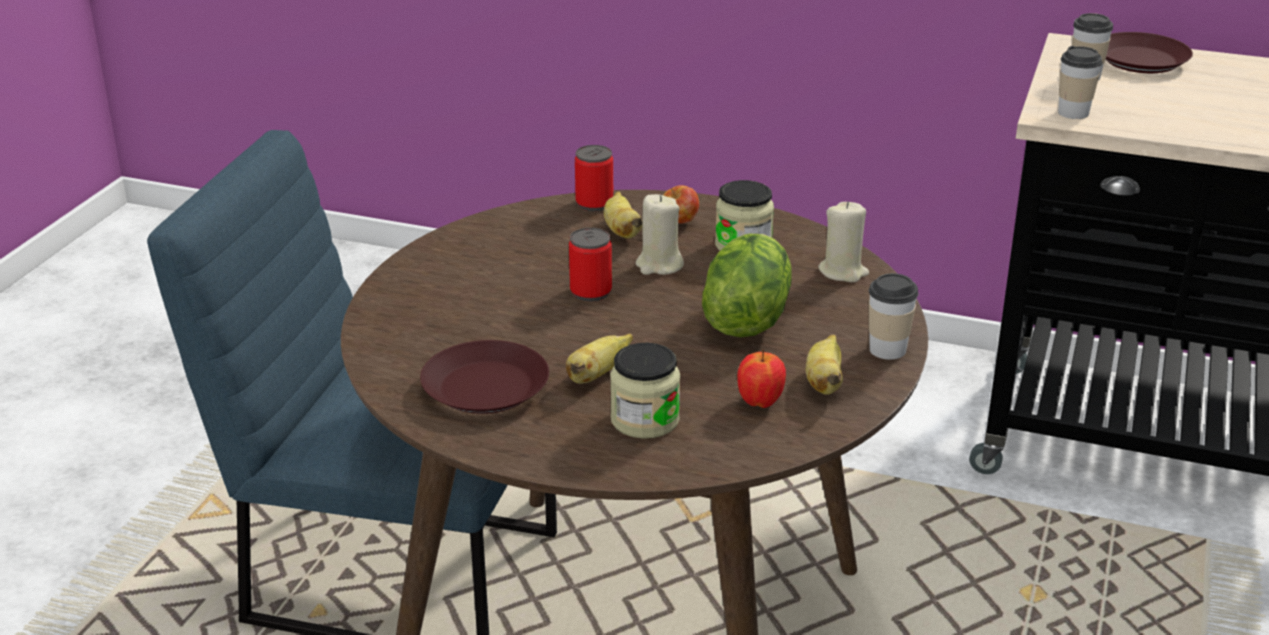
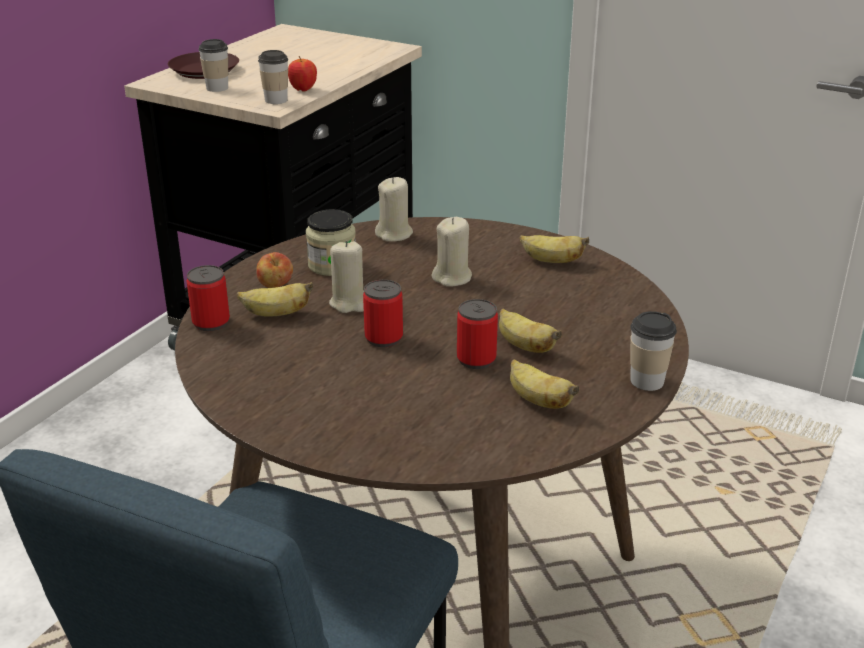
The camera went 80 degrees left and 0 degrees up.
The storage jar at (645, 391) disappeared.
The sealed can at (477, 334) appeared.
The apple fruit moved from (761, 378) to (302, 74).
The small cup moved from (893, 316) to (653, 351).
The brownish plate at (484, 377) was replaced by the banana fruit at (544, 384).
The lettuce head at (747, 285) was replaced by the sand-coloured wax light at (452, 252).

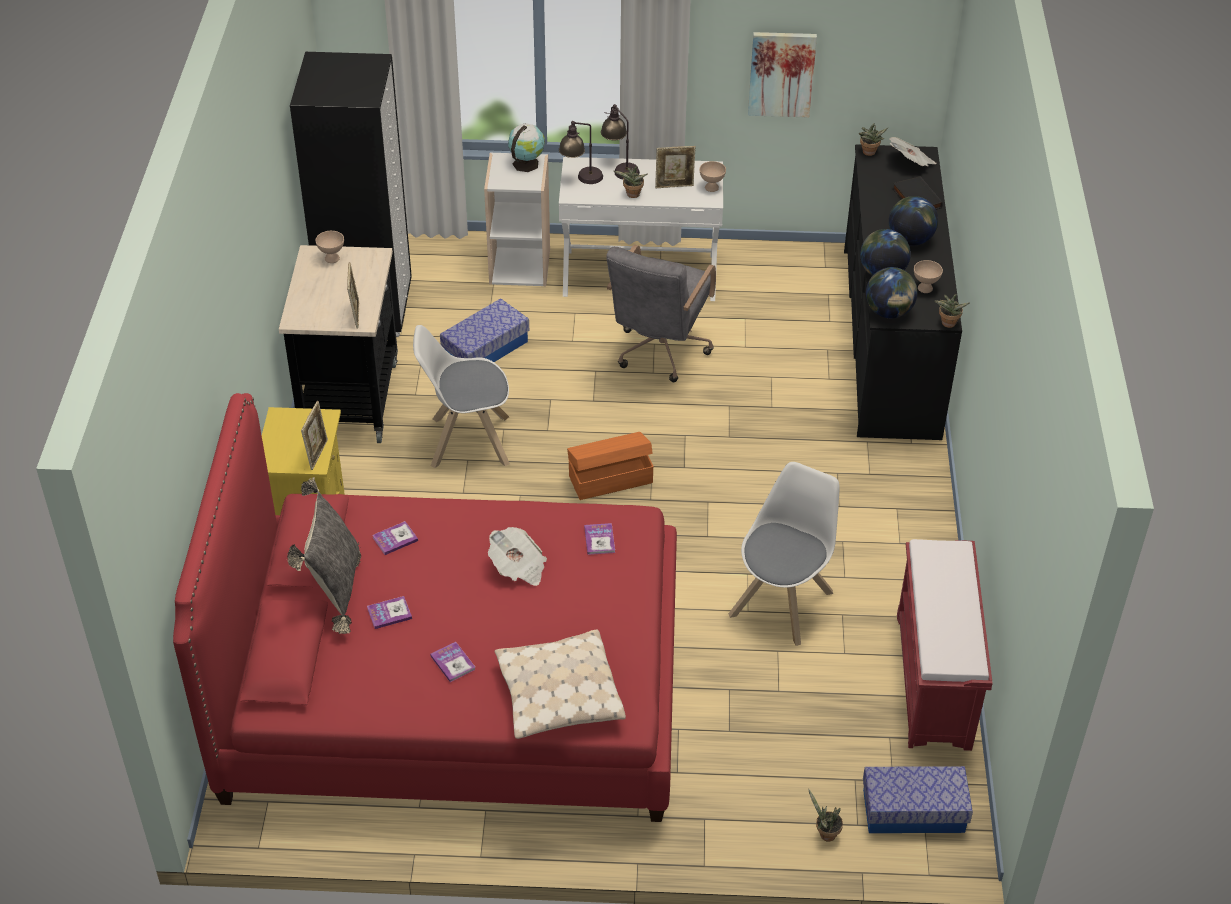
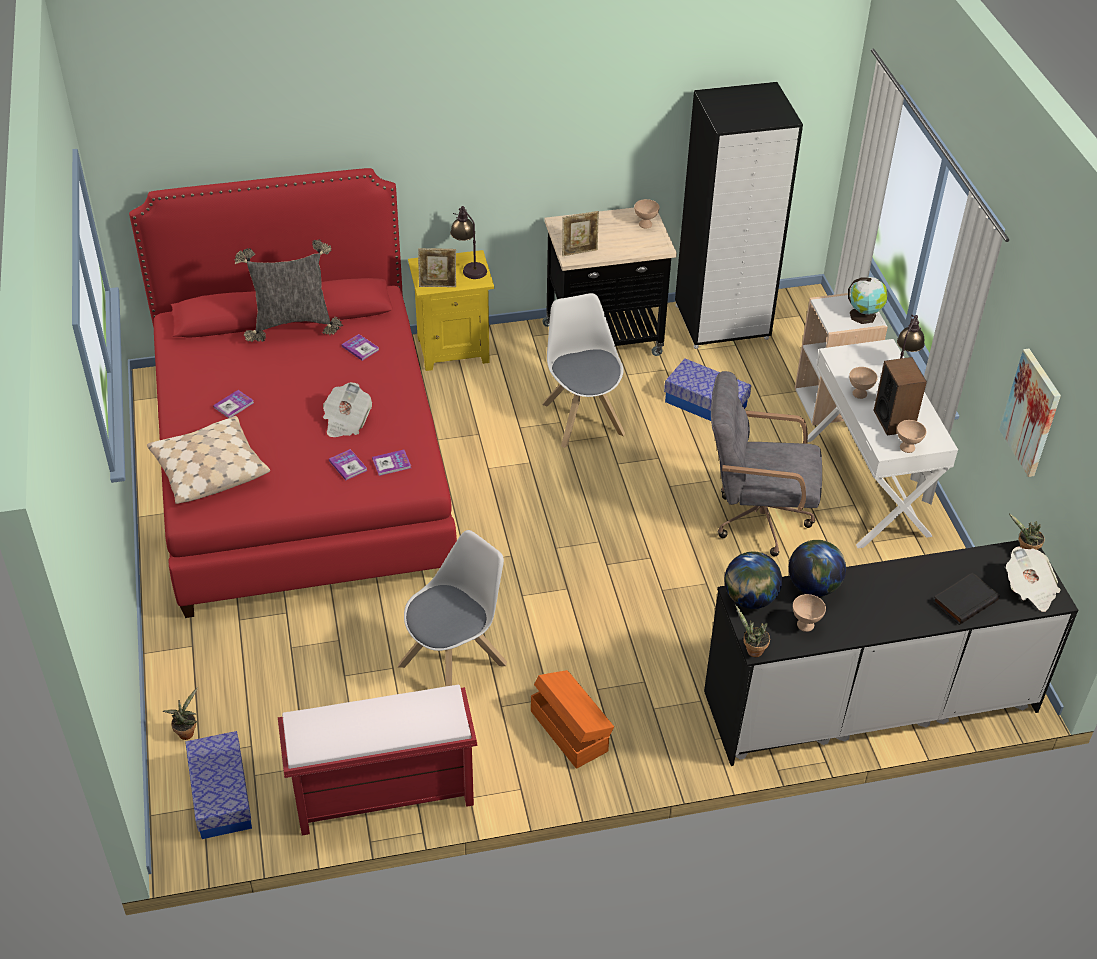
The camera went 75 degrees right and 0 degrees up.
The desk globe at (913, 221) disappeared.
The bound book moved from (389, 612) to (348, 464).
The table lamp moved from (581, 152) to (468, 242).
The orange storage box moved from (610, 466) to (572, 719).
The houseplant at (630, 182) was replaced by the sand-coloured bowl at (863, 383).
The standing frame at (675, 167) was replaced by the loudspeaker at (900, 396).
The upright chair at (784, 554) turned 60 degrees counterclockwise.

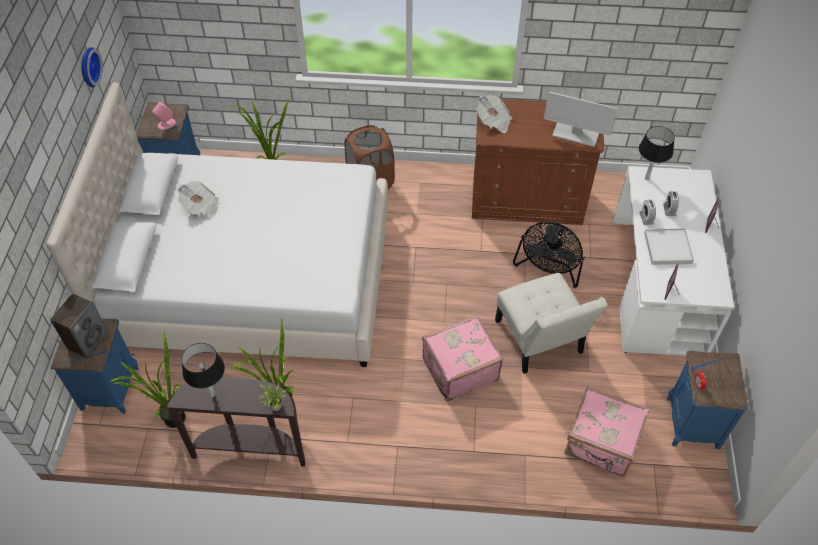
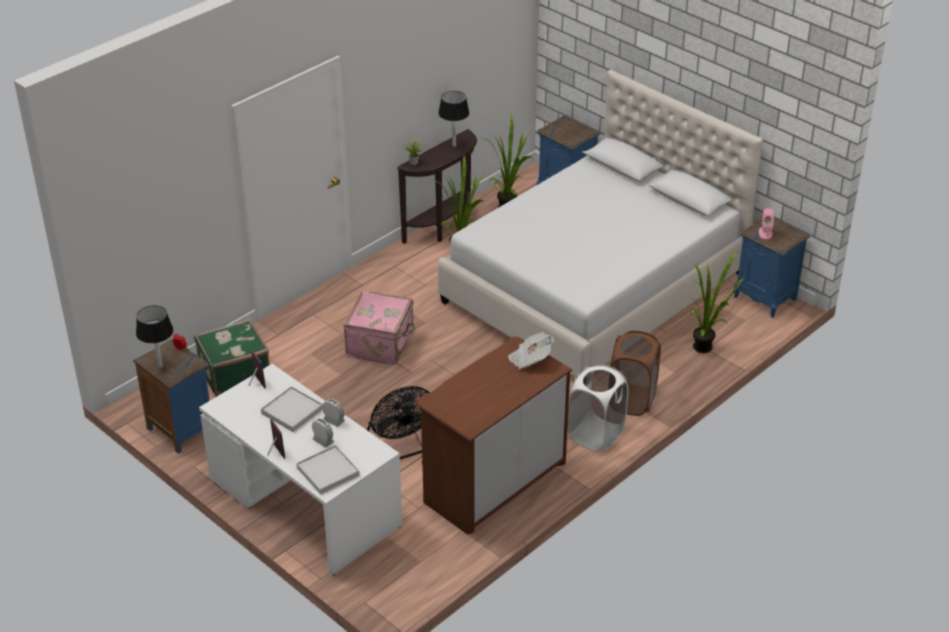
The camera went 130 degrees right and 15 degrees down.
The loudspeaker at (79, 326) disappeared.
The hanging clock at (91, 67) disappeared.
The printed paper at (198, 199) disappeared.
The white upright chair at (551, 323) disappeared.
The computer screen at (580, 119) disappeared.
The white carrying tray at (328, 470) appeared.
The white hamper at (598, 407) appeared.
The black table lamp moved from (657, 153) to (154, 337).
The pinkish piece of luggage at (606, 431) became the greenish piece of luggage at (231, 358).

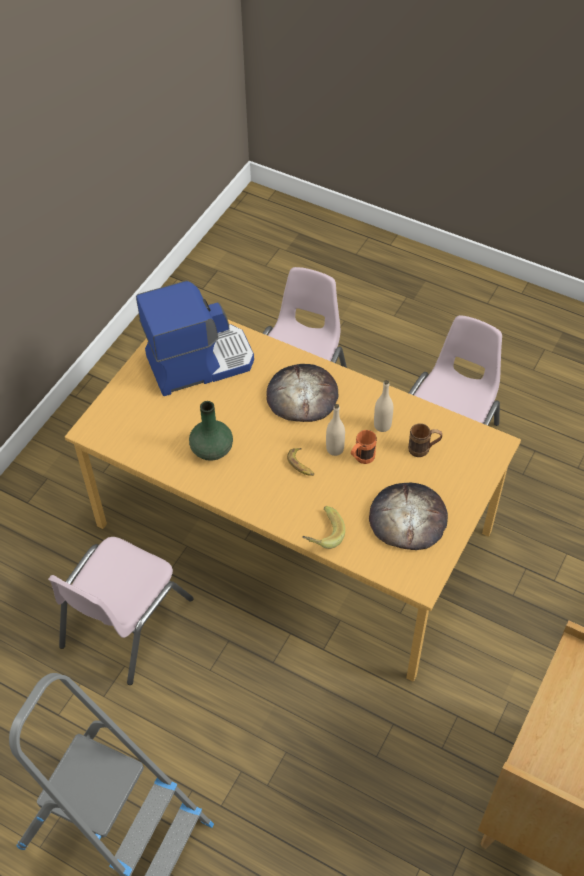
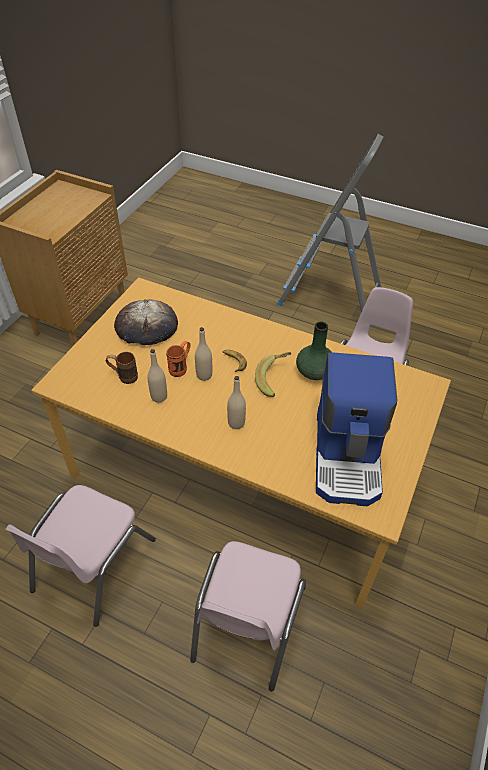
The camera went 175 degrees right and 5 degrees down.
The banana fruit moved from (323, 527) to (273, 374).
The bakery bread at (302, 393) was replaced by the sand-coloured beverage bottle at (236, 402).
The coffee machine at (195, 338) turned 60 degrees counterclockwise.

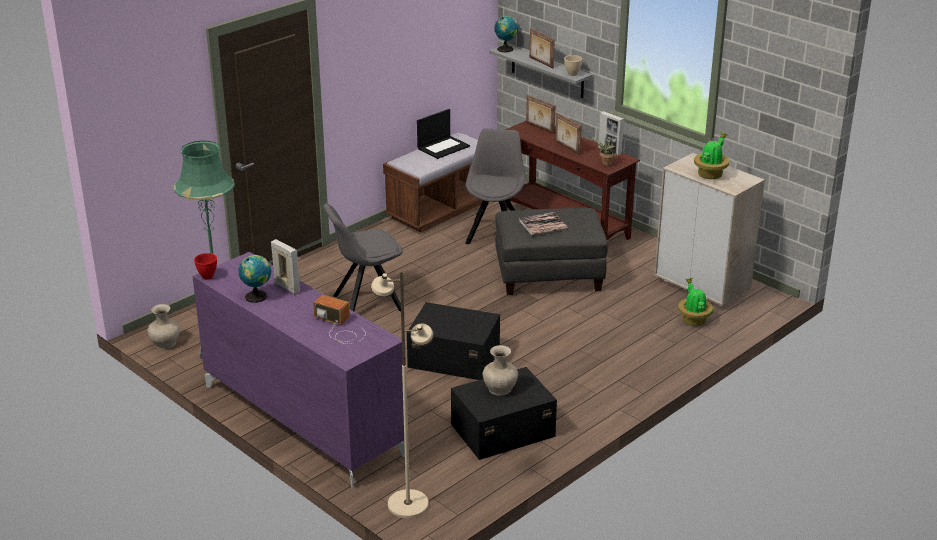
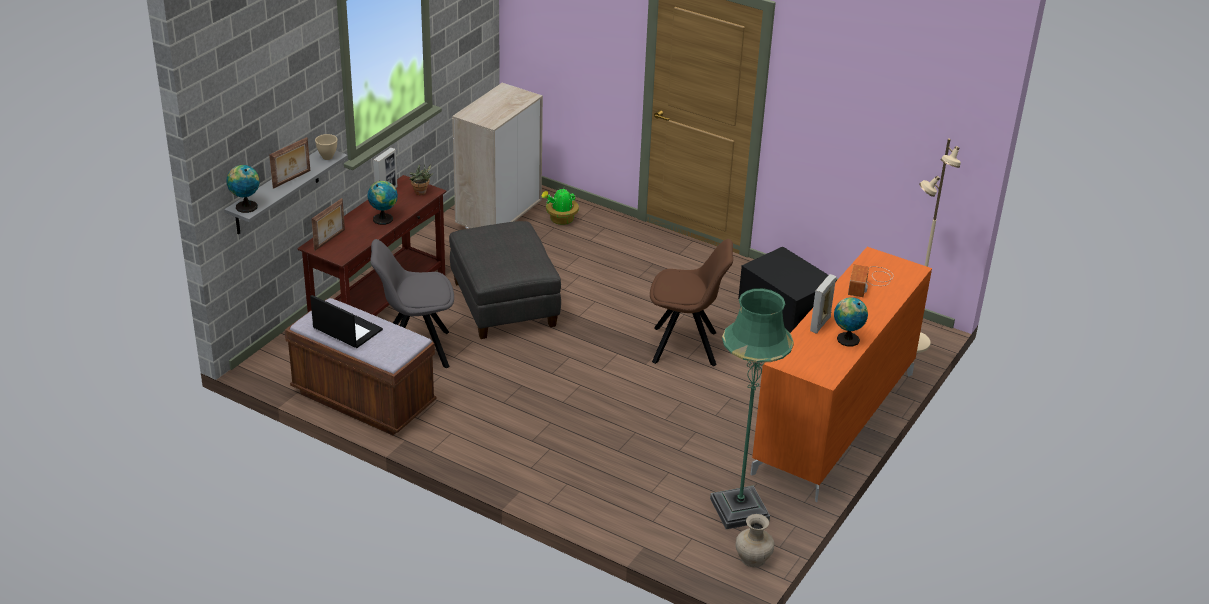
The camera went 105 degrees left and 5 degrees up.
The red bowl at (205, 266) disappeared.
The grey upright chair at (363, 257) disappeared.
The sand-coloured flower vase at (500, 370) disappeared.
The bound book at (543, 223) disappeared.
The houseplant at (711, 155) disappeared.
The black storage box at (453, 341) was replaced by the brownish upright chair at (691, 302).
The standing frame at (568, 134) was replaced by the desk globe at (383, 203).
The purple-coloured chest of drawers at (298, 370) became the orange chest of drawers at (841, 374).

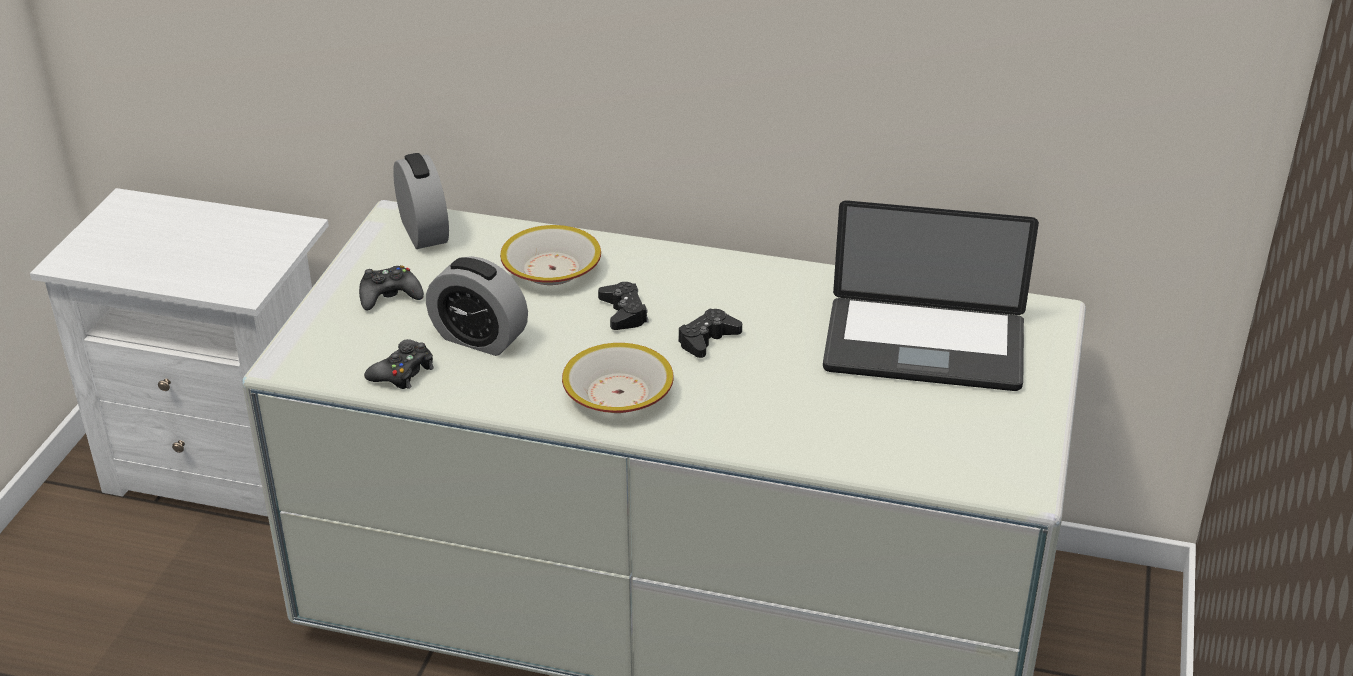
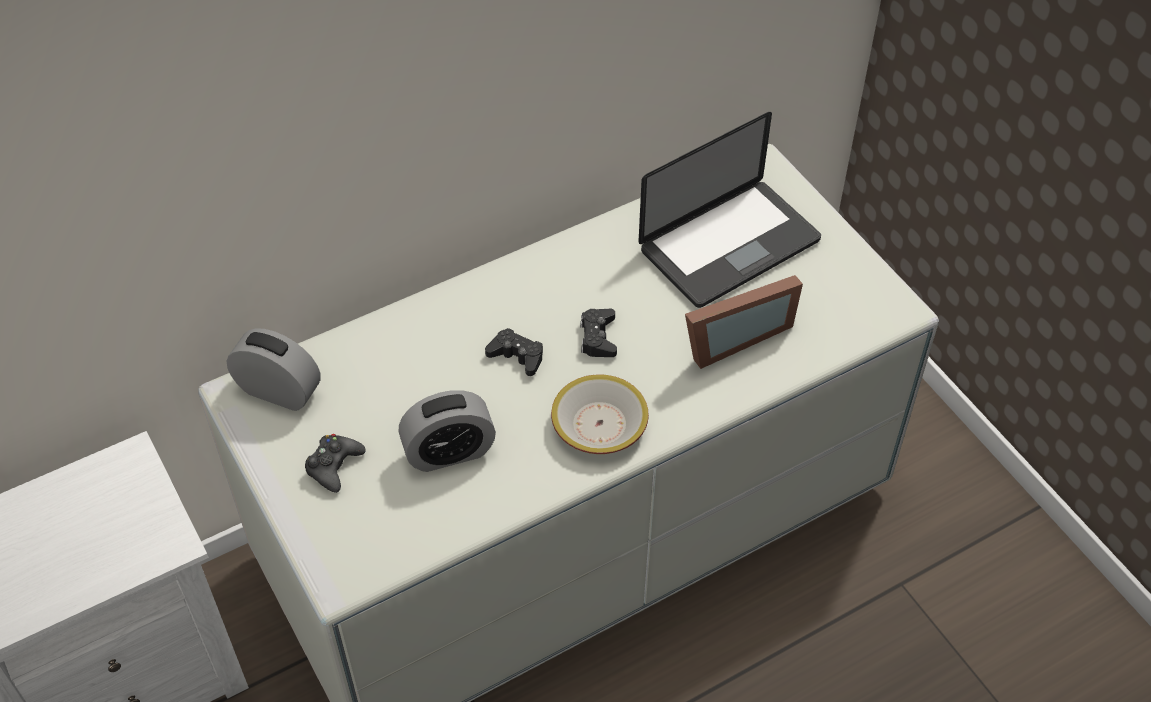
The camera went 45 degrees left and 15 degrees up.
The black joypad at (399, 364) disappeared.
The bowl at (550, 255) disappeared.
The standing frame at (744, 322) appeared.

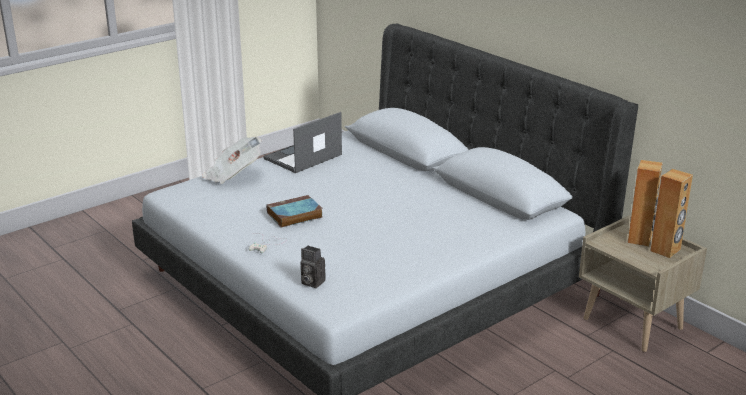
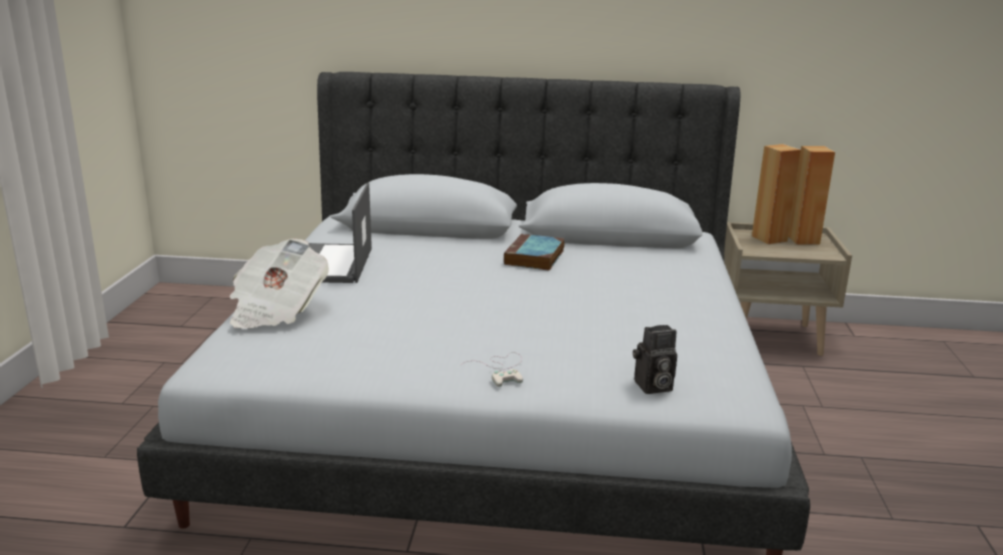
The camera went 45 degrees left and 5 degrees down.
The bound book moved from (295, 211) to (534, 252).

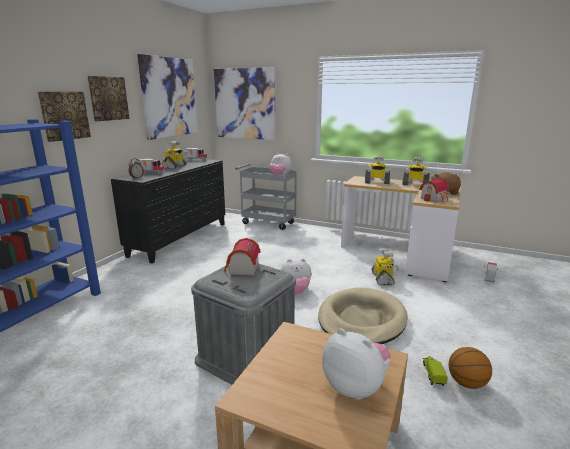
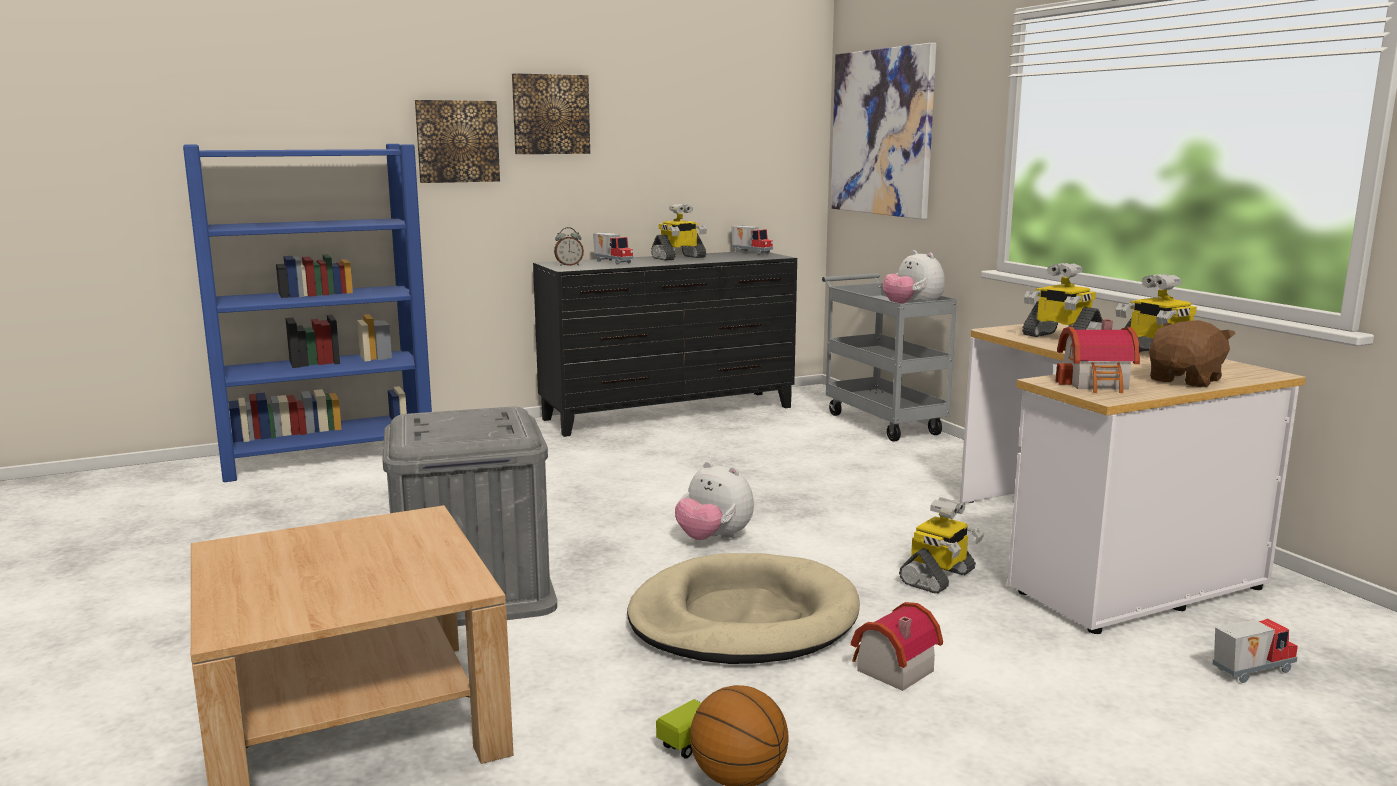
The camera went 40 degrees right and 5 degrees down.
The wall art at (167, 97) disappeared.
The soft toy at (356, 364) disappeared.
The toy house moved from (242, 257) to (897, 646).

